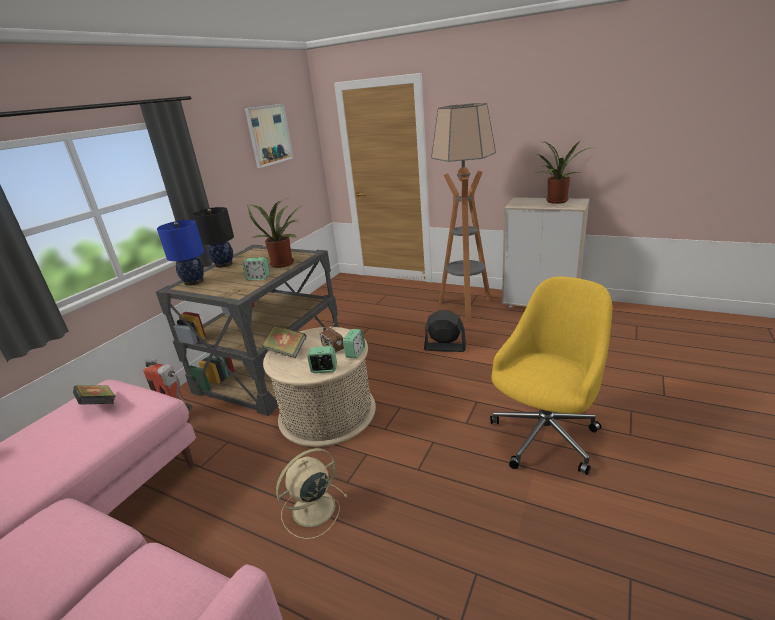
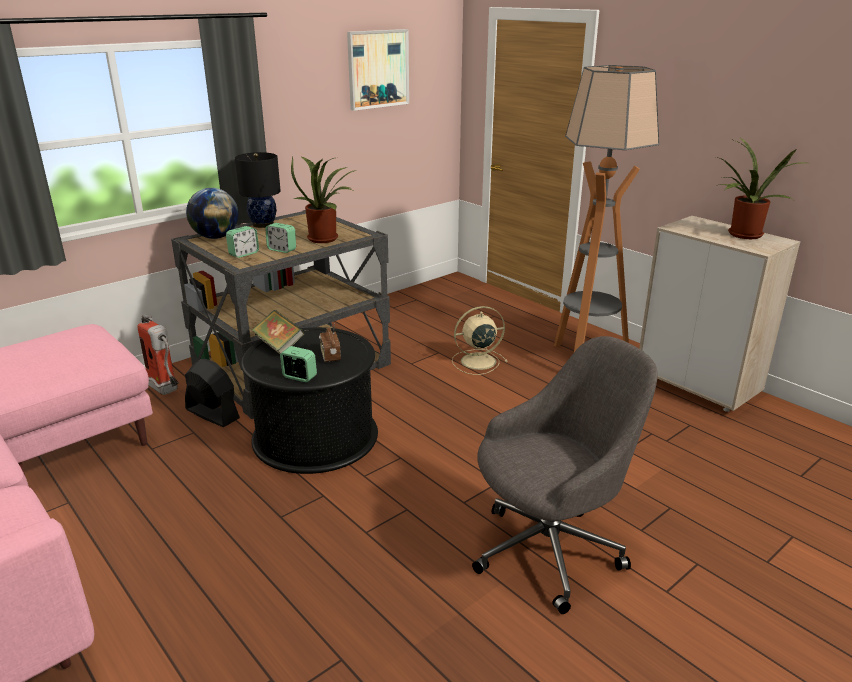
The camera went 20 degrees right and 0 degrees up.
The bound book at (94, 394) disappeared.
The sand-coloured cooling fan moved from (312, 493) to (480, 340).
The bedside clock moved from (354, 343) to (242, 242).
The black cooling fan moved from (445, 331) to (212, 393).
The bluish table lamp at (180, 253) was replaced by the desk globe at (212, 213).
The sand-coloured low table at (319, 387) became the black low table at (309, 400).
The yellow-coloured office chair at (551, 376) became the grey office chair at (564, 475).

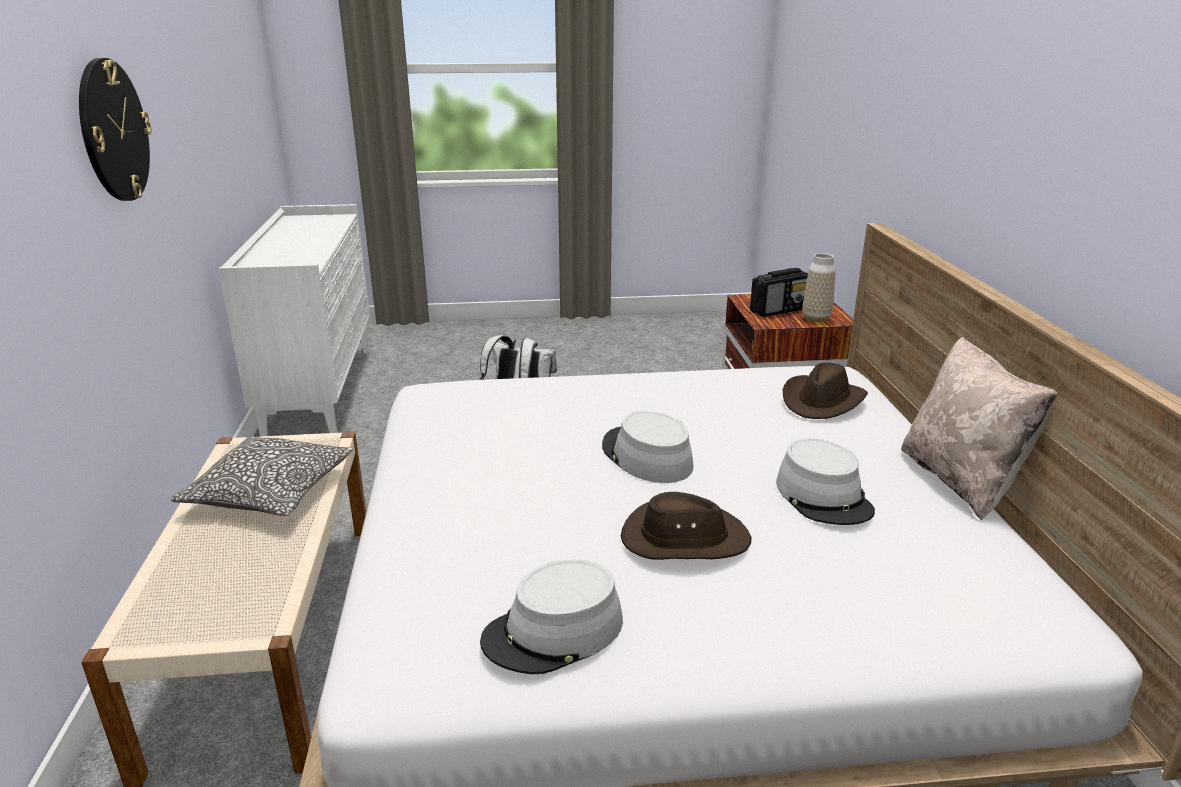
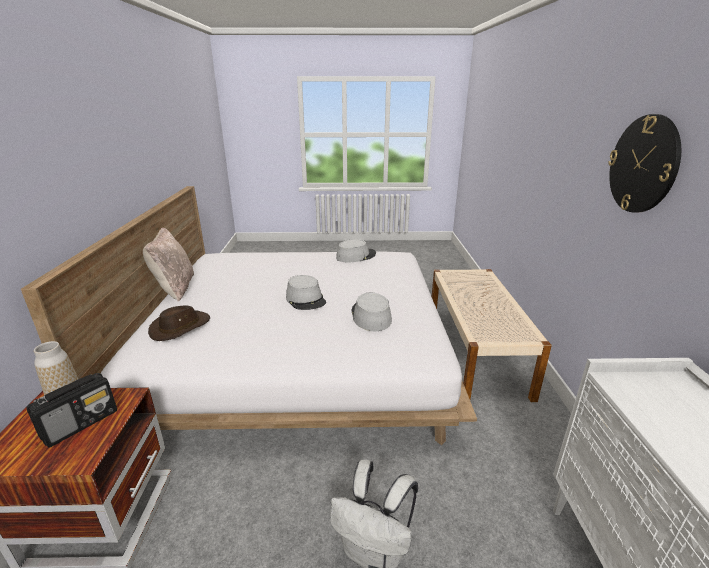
The camera went 175 degrees left and 0 degrees up.
The cushion at (262, 476) disappeared.
The brownish wearable hat at (686, 526) disappeared.
The grey wearable hat moved from (825, 481) to (371, 312).
The radio at (779, 292) turned 150 degrees clockwise.

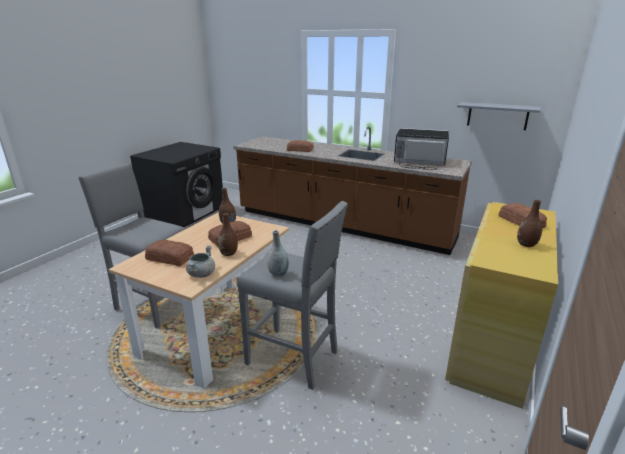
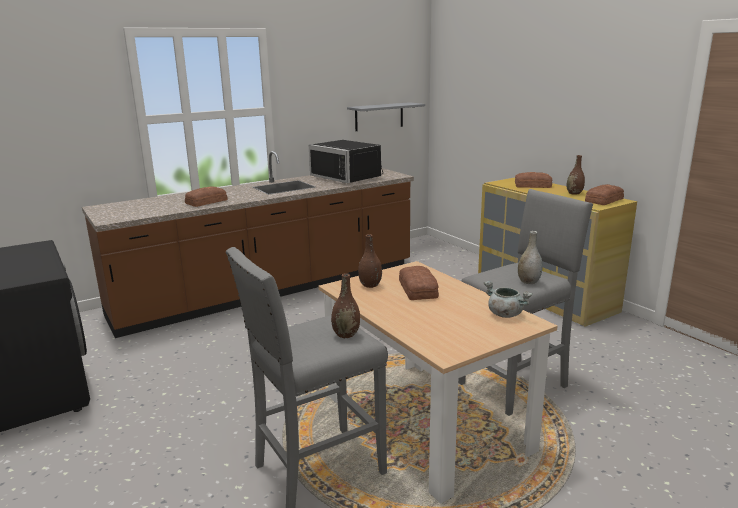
The camera went 60 degrees left and 5 degrees down.
The bakery bread moved from (169, 253) to (604, 194).
The brownish flower vase moved from (228, 234) to (345, 305).
The black microwave at (421, 149) turned 90 degrees counterclockwise.

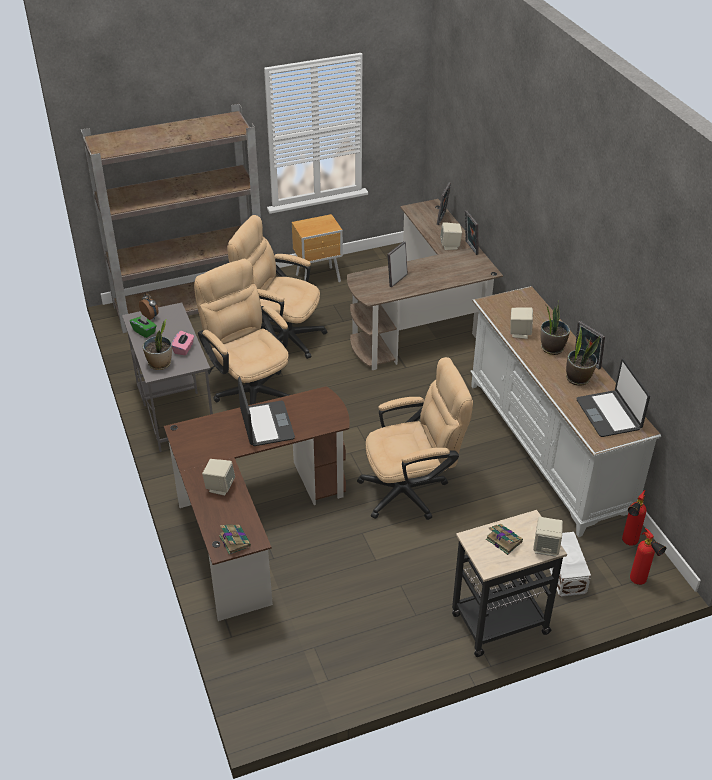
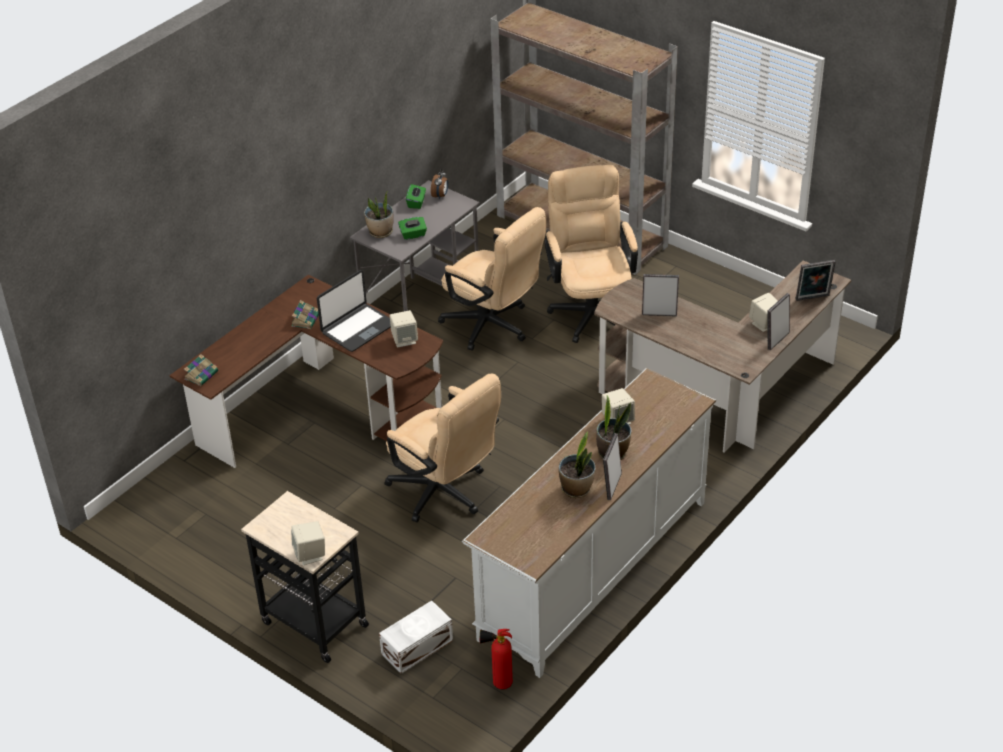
The camera went 60 degrees right and 0 degrees up.
The brownish night table at (317, 248) disappeared.
The portable computer at (613, 398) disappeared.
The fire-fighting cylinder at (648, 556) disappeared.
The sand-coloured loudspeaker moved from (218, 477) to (403, 329).
The bound book moved from (504, 539) to (305, 314).
The pinkish tissue box at (183, 343) became the greenish tissue box at (412, 228).
The sand-coloured office chair at (241, 332) turned 105 degrees clockwise.

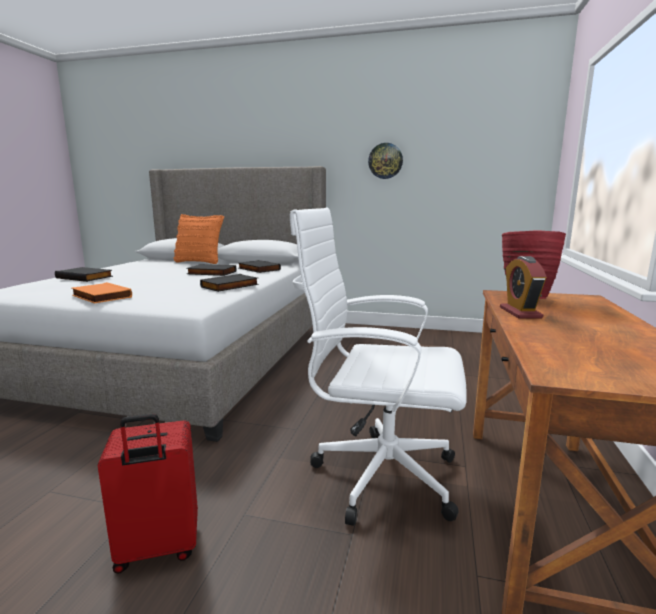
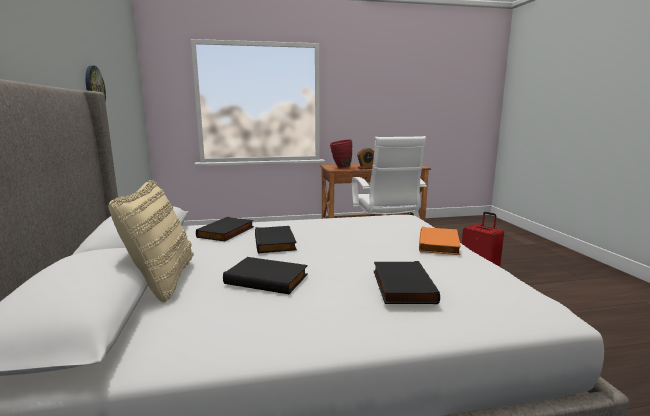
The camera went 115 degrees left and 0 degrees up.
The black bound book moved from (229, 283) to (265, 275).
The orange cushion at (199, 239) became the sand-coloured cushion at (151, 241).

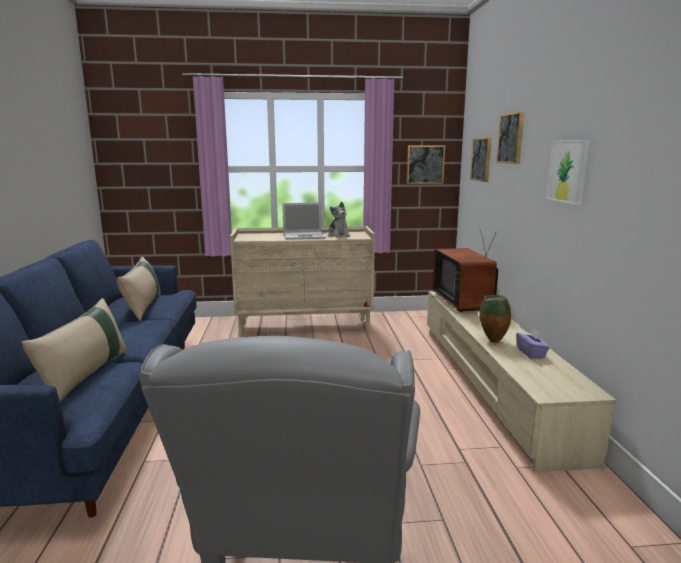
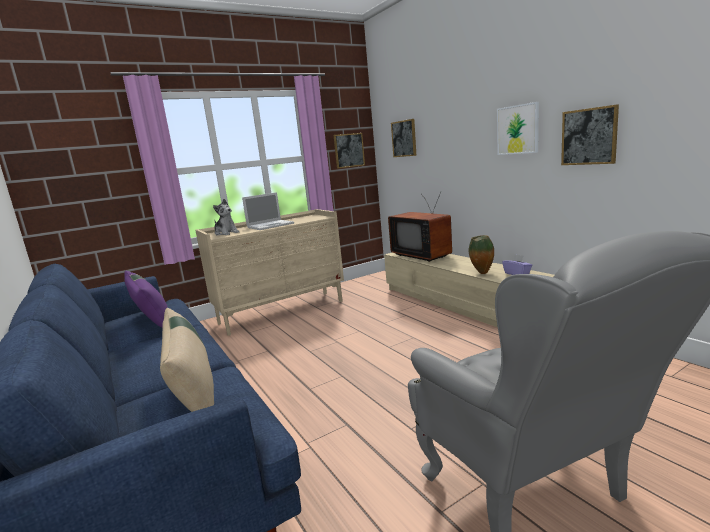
The camera went 25 degrees left and 0 degrees up.
The soft toy moved from (339, 220) to (226, 217).
The wall art moved from (510, 137) to (590, 134).
The sand-coloured cushion at (139, 289) became the purple-coloured cushion at (146, 299).

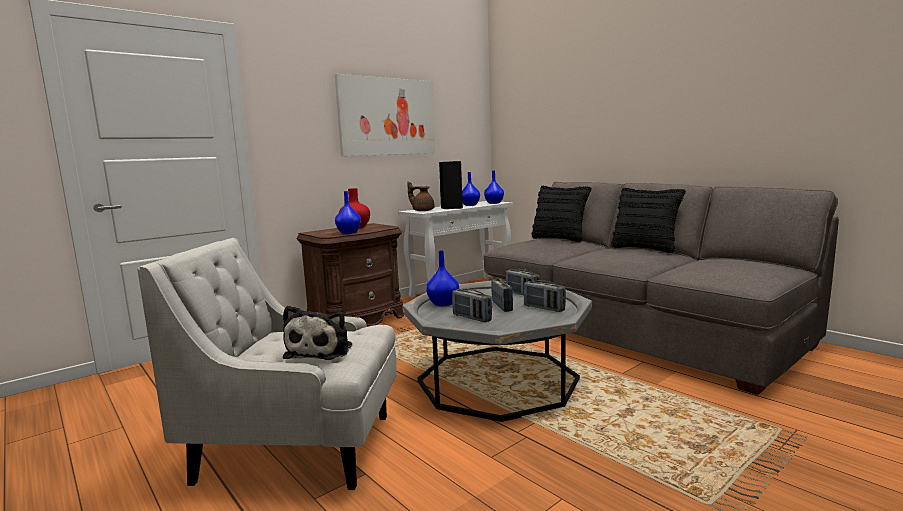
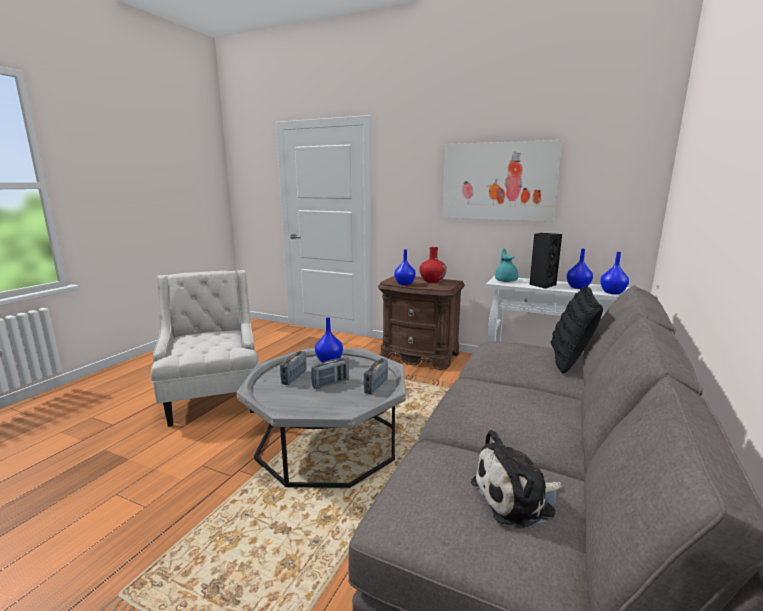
The camera went 65 degrees right and 5 degrees up.
The radio at (545, 296) disappeared.
The black cushion at (648, 220) disappeared.
The soft toy moved from (317, 332) to (516, 479).
The brownish tea pot at (421, 196) became the blue-green tea pot at (506, 265).

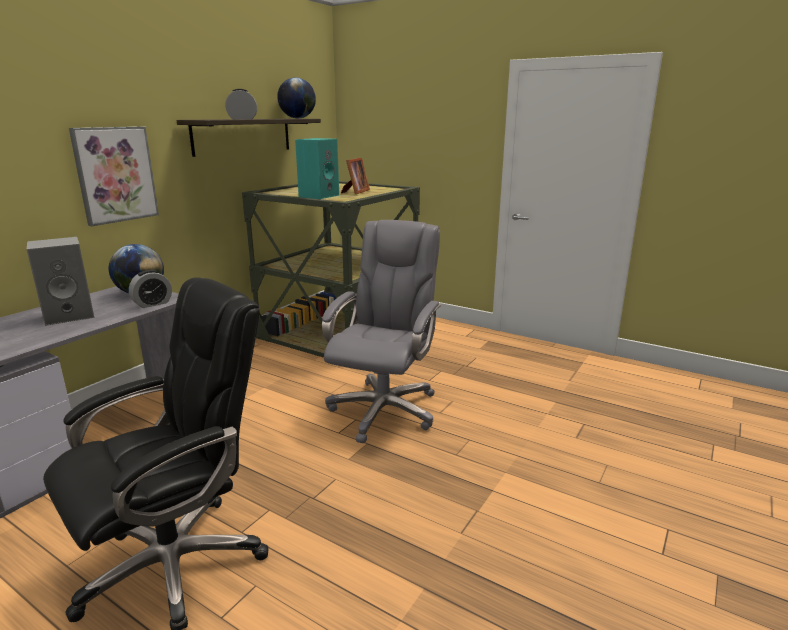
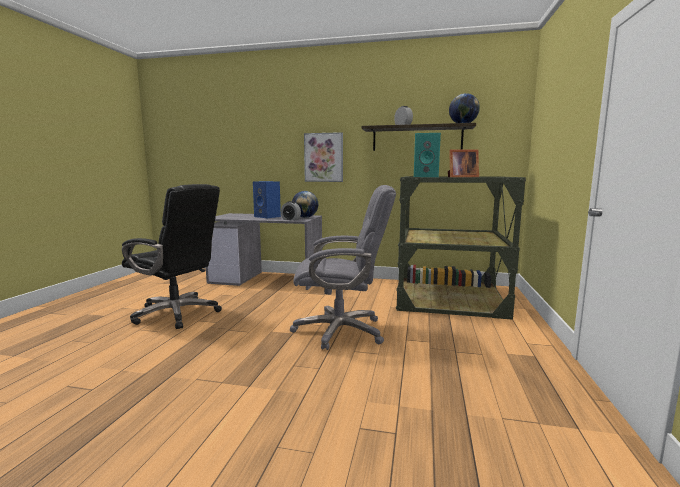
The camera went 70 degrees right and 10 degrees down.
The grey loudspeaker at (61, 281) became the bluish loudspeaker at (267, 199).

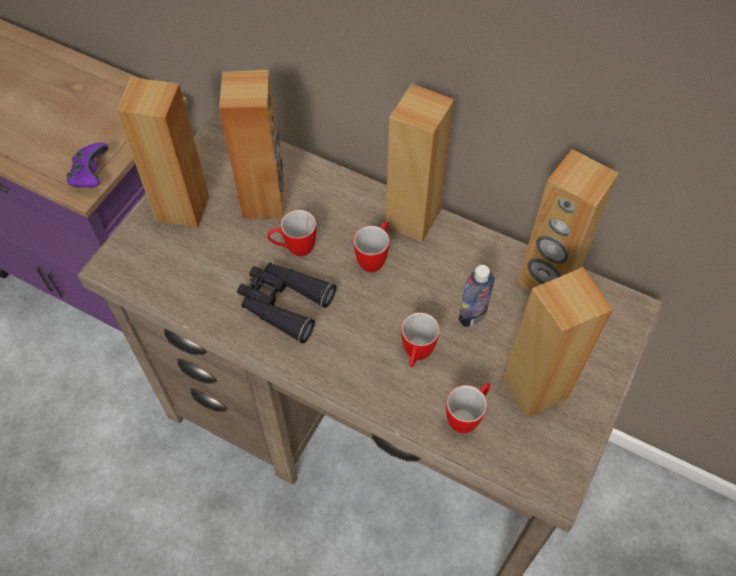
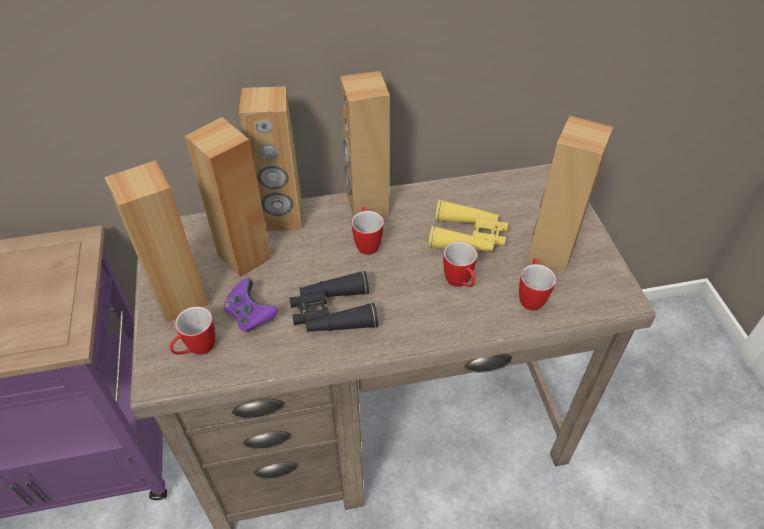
The camera went 40 degrees left and 10 degrees down.
The purple-coloured joypad moved from (87, 165) to (251, 305).
The coffee mug moved from (291, 233) to (192, 330).
The brownish loudspeaker moved from (567, 220) to (270, 158).
The beverage bottle at (476, 296) was replaced by the yellow-coloured pair of binoculars at (468, 226).

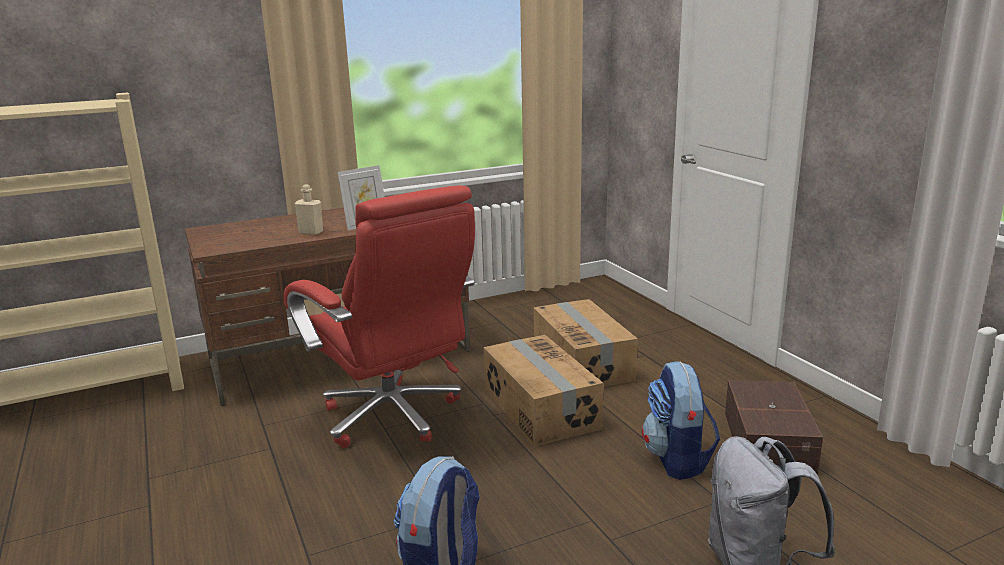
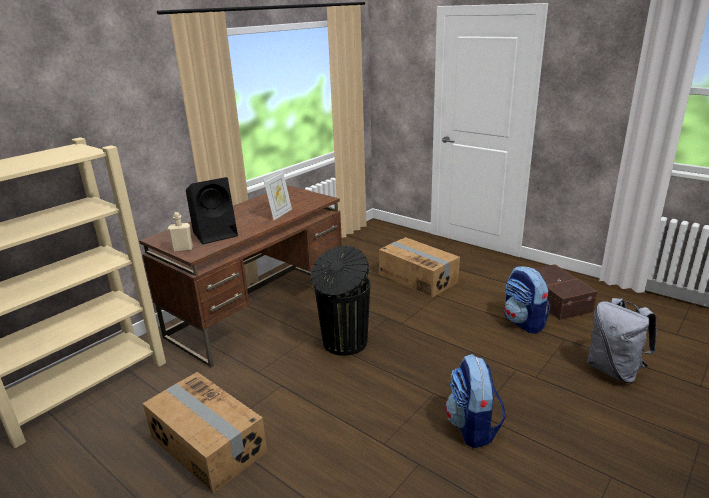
The camera went 25 degrees left and 5 degrees up.
The black loudspeaker at (212, 210) appeared.
The sand-coloured beverage bottle moved from (309, 209) to (180, 232).
The packing box moved from (543, 391) to (205, 432).
The red office chair at (379, 316) was replaced by the black trash can at (340, 300).

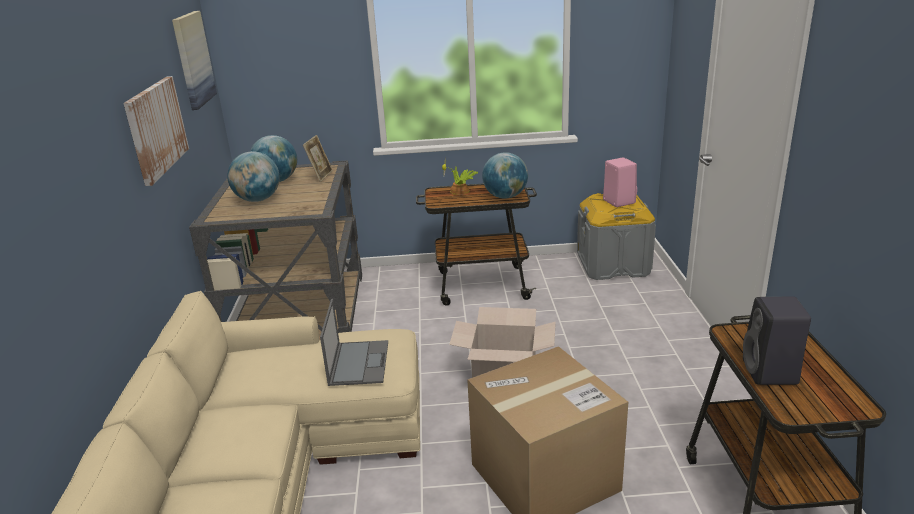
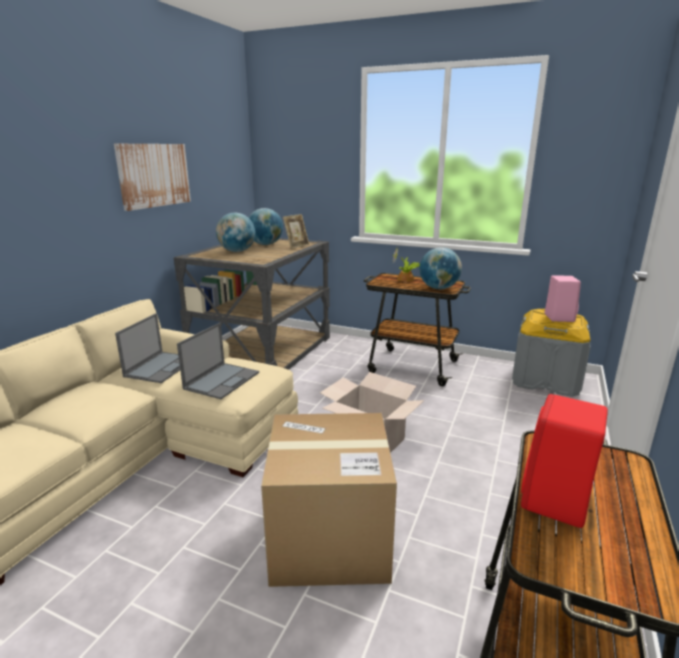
The camera went 25 degrees right and 5 degrees down.
The wall art at (194, 60) disappeared.
The portable computer at (147, 348) appeared.
The black loudspeaker at (777, 341) became the red loudspeaker at (564, 461).

